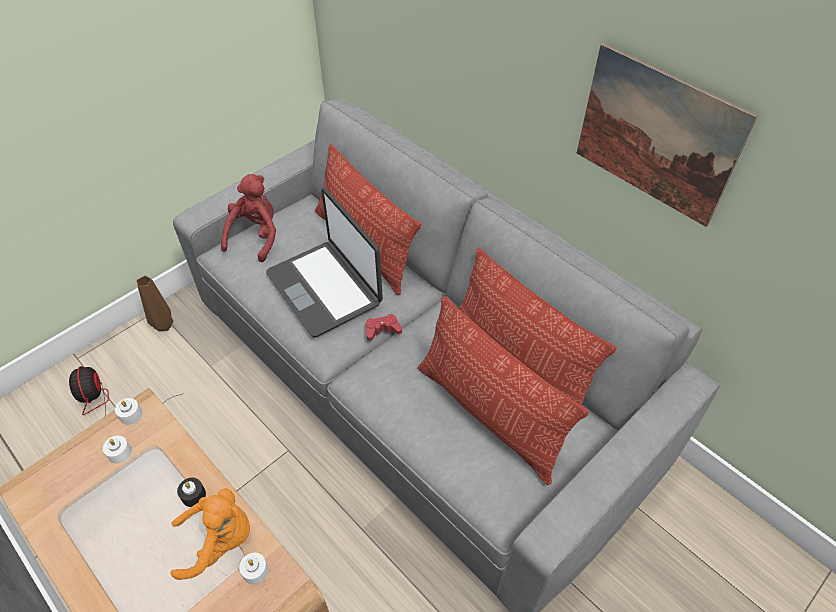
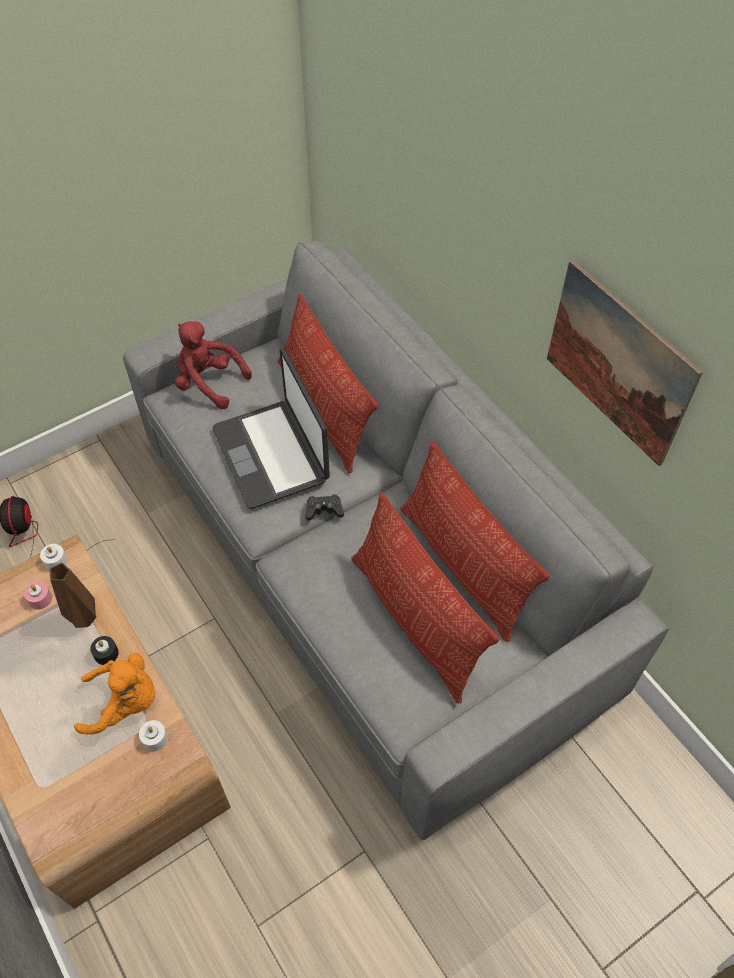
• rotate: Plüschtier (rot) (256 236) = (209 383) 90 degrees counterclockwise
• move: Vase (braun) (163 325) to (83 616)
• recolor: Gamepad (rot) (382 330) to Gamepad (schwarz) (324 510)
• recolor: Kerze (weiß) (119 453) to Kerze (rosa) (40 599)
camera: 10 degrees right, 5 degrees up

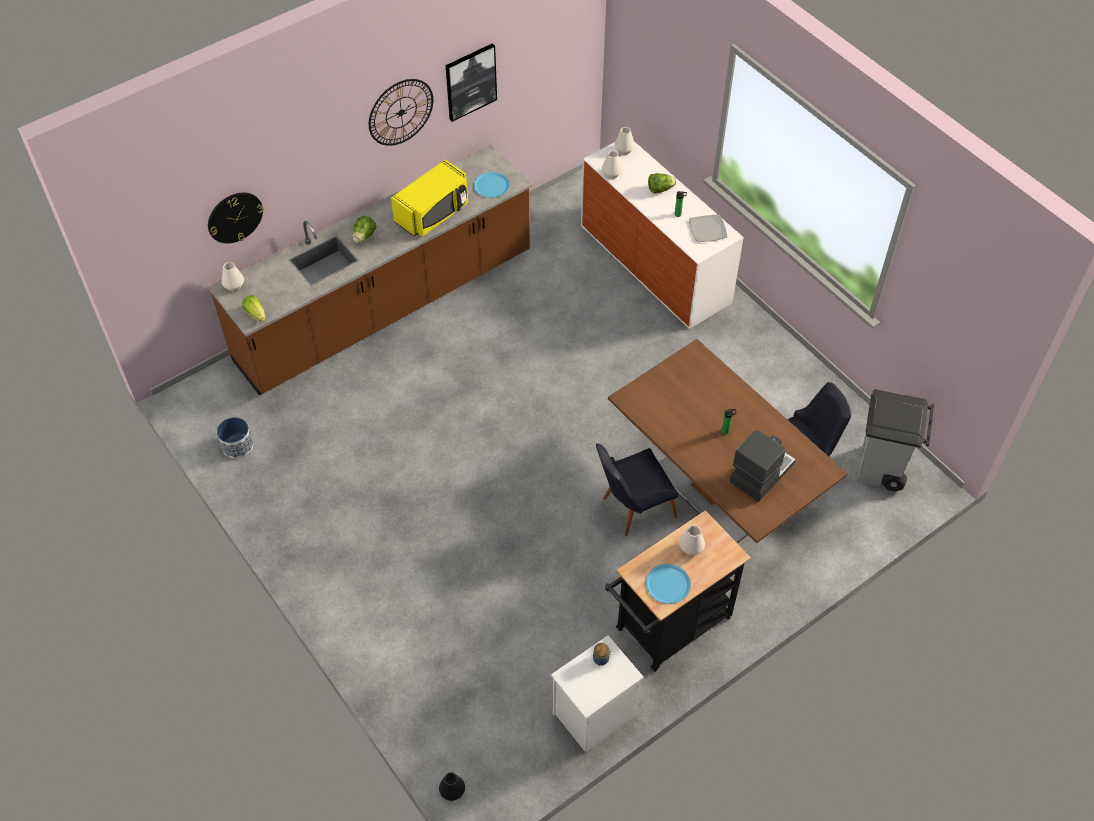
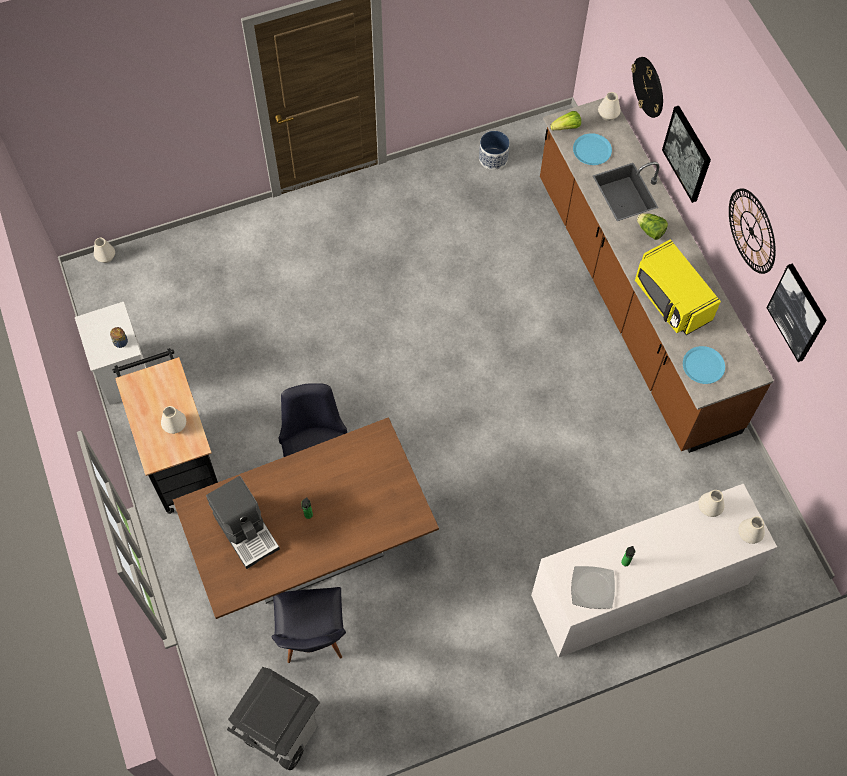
• delete: Salatkopf (660 189)
• move: Teller (blau) (668 584) to (592 150)
• recolor: Vase (schwarz) (452 791) to Vase (weiß) (106 257)
• insert: Bild (687 153)
camera: 105 degrees right, 10 degrees up

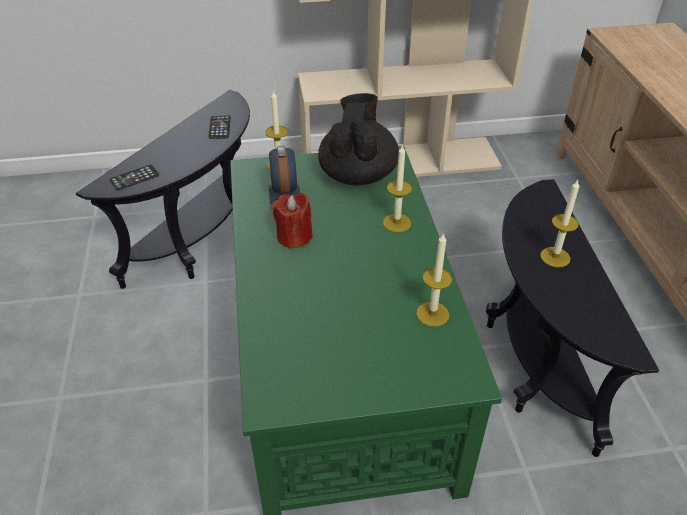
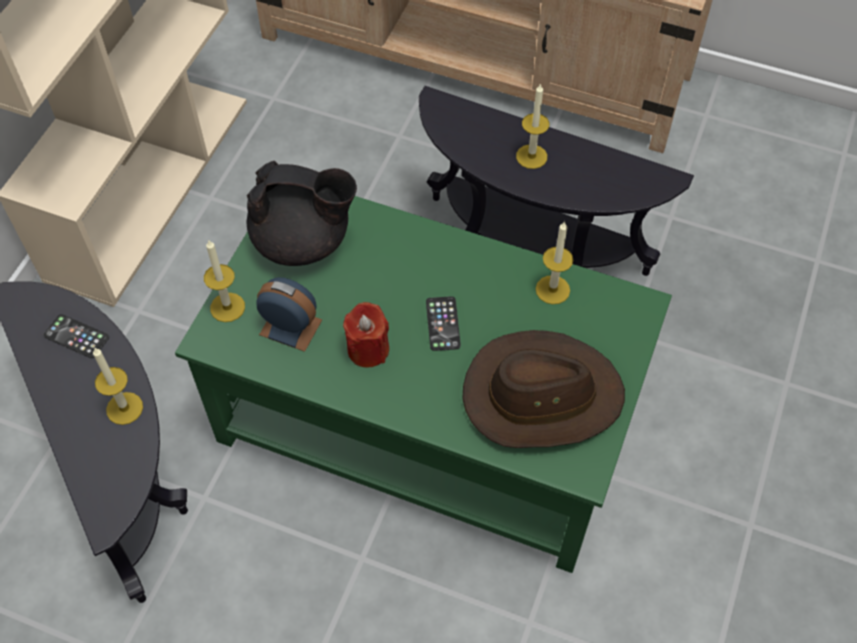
• rotate: Teekanne (schwarz) (358 174) = (303 241) 150 degrees clockwise
• move: Kerze (397 223) to (124 408)
• move: Handy (134 178) to (443 324)
• insert: Hut (braun) (541 395)
camera: 60 degrees left, 15 degrees up

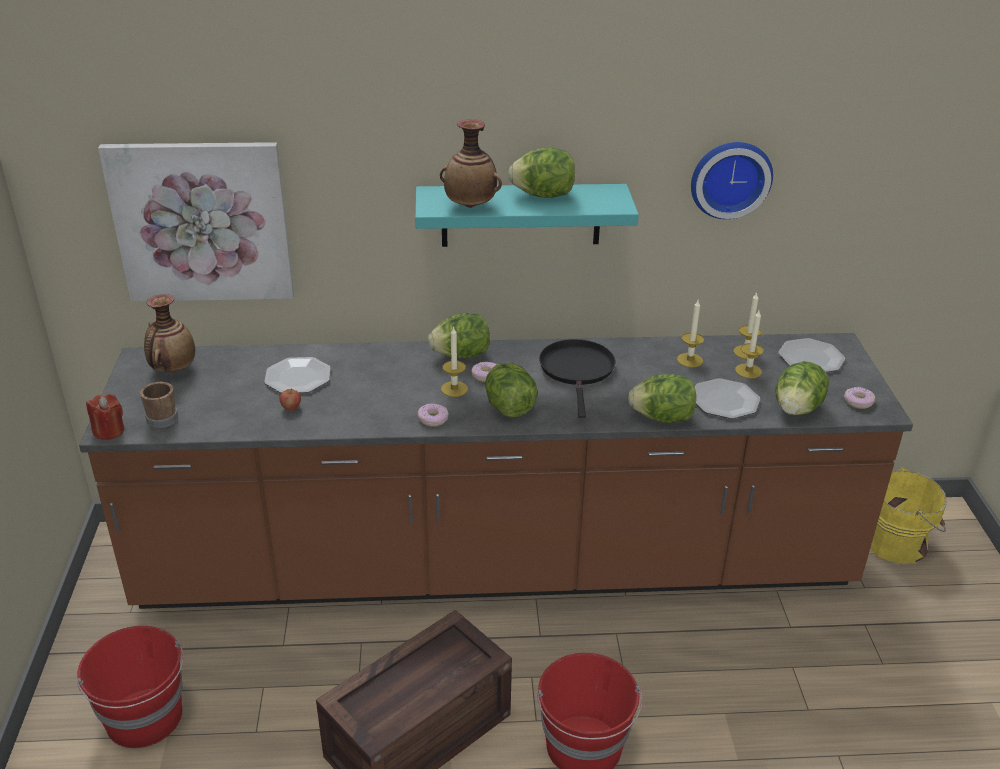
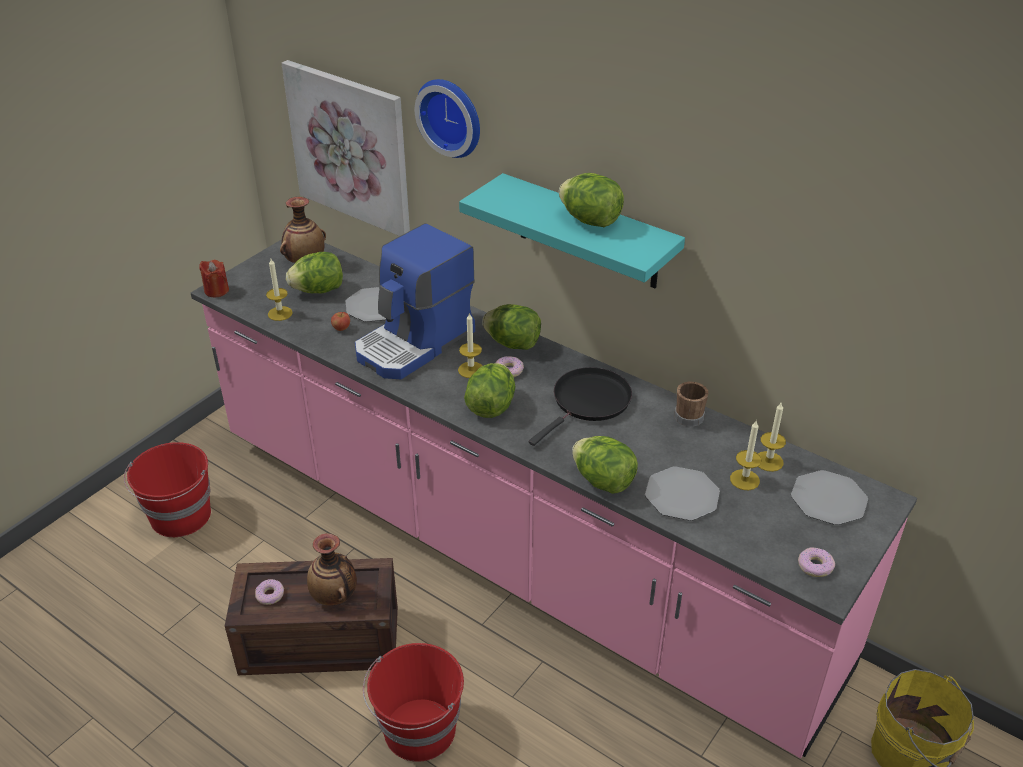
• move: Vase (471 206) to (335 596)
• move: Wanduhr (730 178) to (452 116)
• move: Kerze (689 360) to (280 313)
• recolor: Küchenzeile (braun) (497 565) to Küchenzeile (rosa) (511 548)
• move: Salatkopf (797 409) to (318 290)
• move: Henkelbecher (braun) (160 417) to (688 415)
• move: Donut (433 419) to (270 595)
• insert: Kaffeemaschine (415 343)
camera: 40 degrees right, 5 degrees up

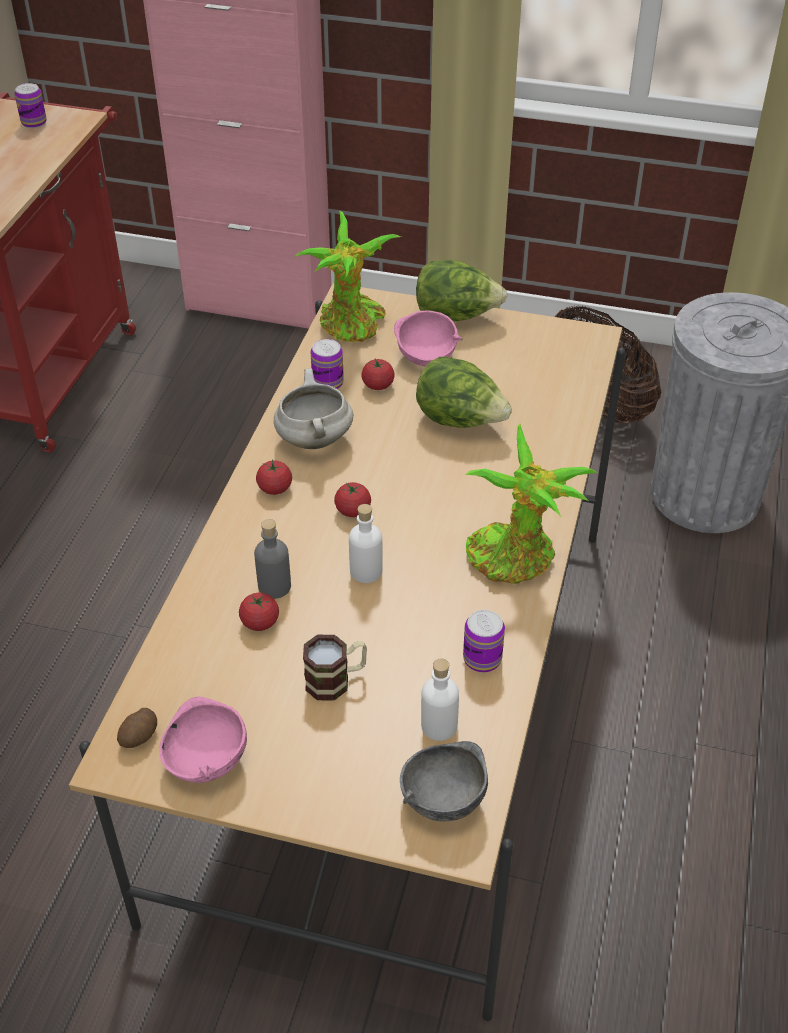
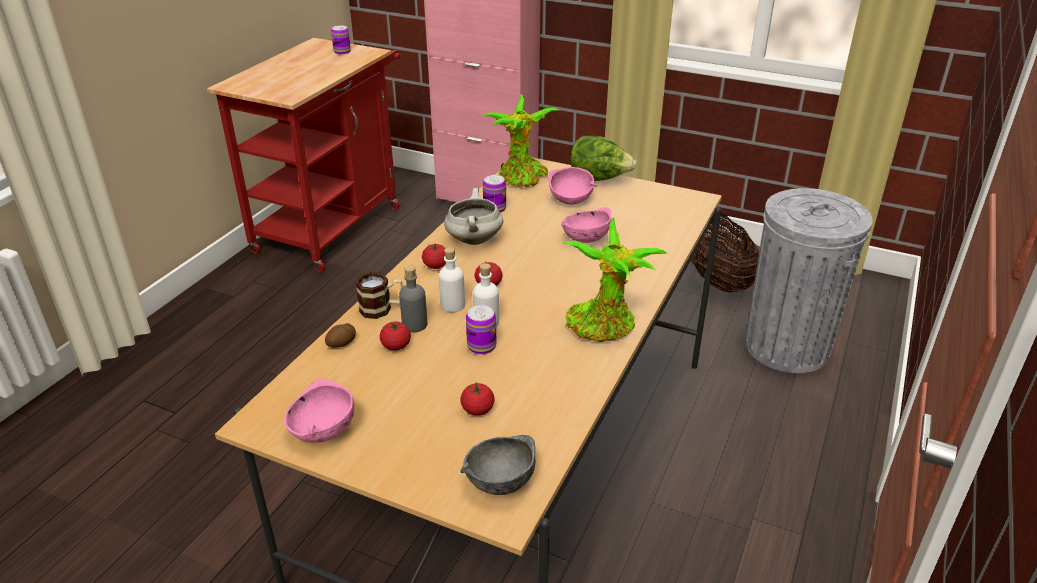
• replace: Salatkopf (460 421) to Schüssel (rosa) (585 239)
• move: Tomate (378 385) to (477 409)
• move: Dose (482 659) to (481 346)
• move: Henkelbecher (336 680) to (382 308)
• move: Flasche (weiß) (439 726) to (452 305)
• move: Kartoffel (140 737) to (342 343)
camera: 10 degrees right, 10 degrees down

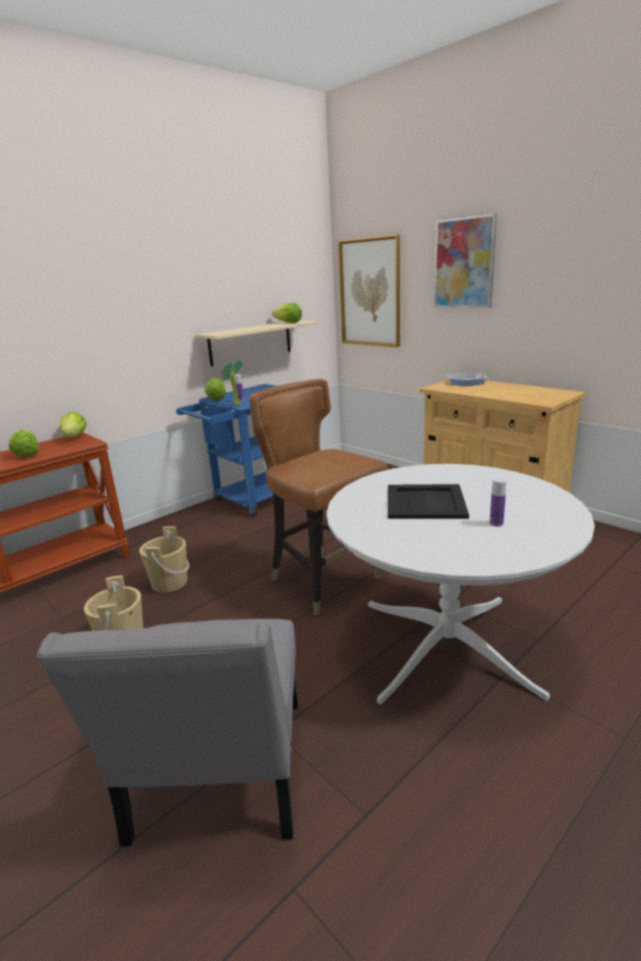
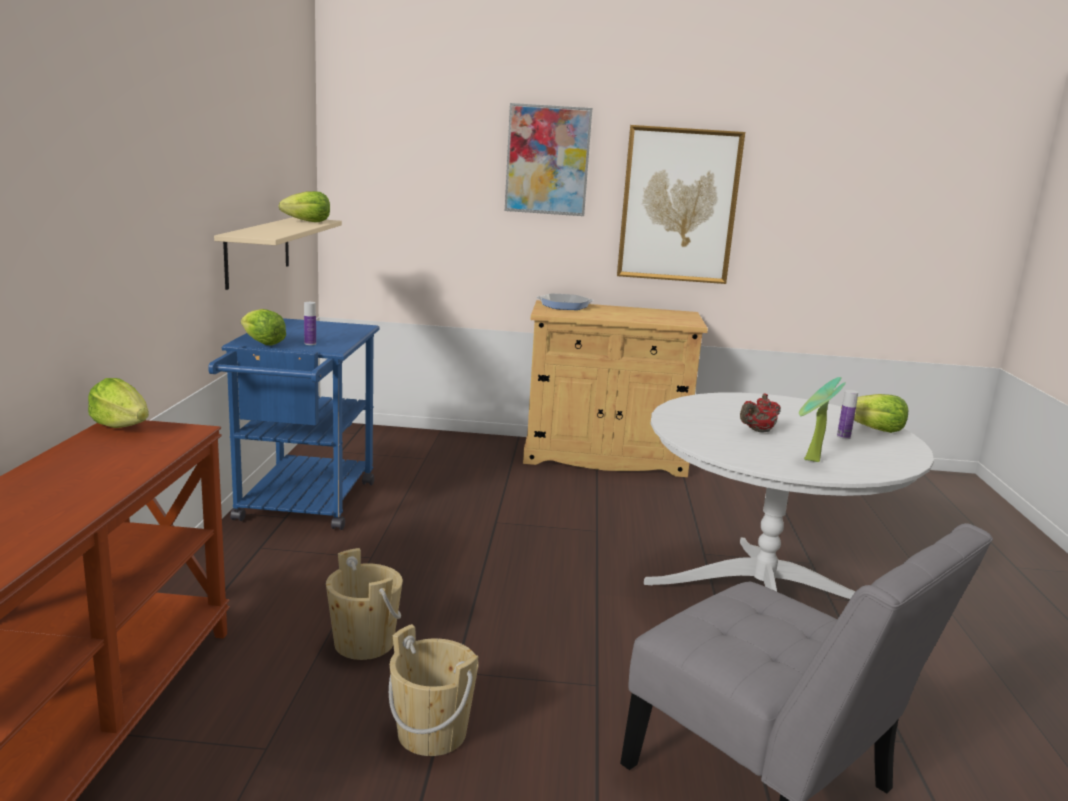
• move: Bild (370 293) to (678 205)
• move: Topfpflanze (235 404) to (810 461)
• delete: Stuhl (braun) (324 581)
• move: Salatkopf (27 455) to (875 430)
• replace: Tablett (schwarz) (424 502) to Teekanne (rot) (758 431)
camera: 45 degrees left, 5 degrees down

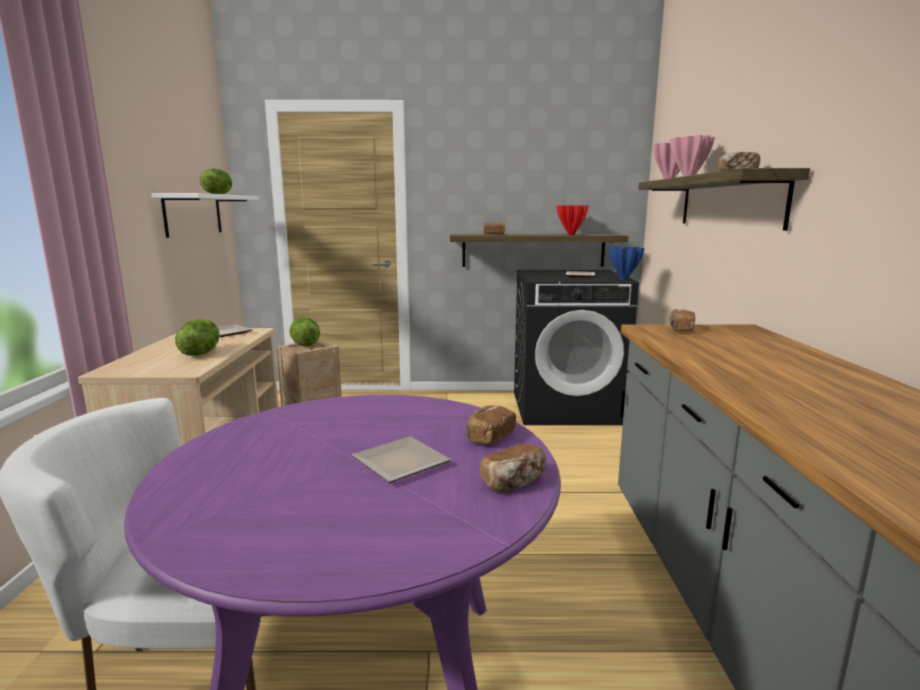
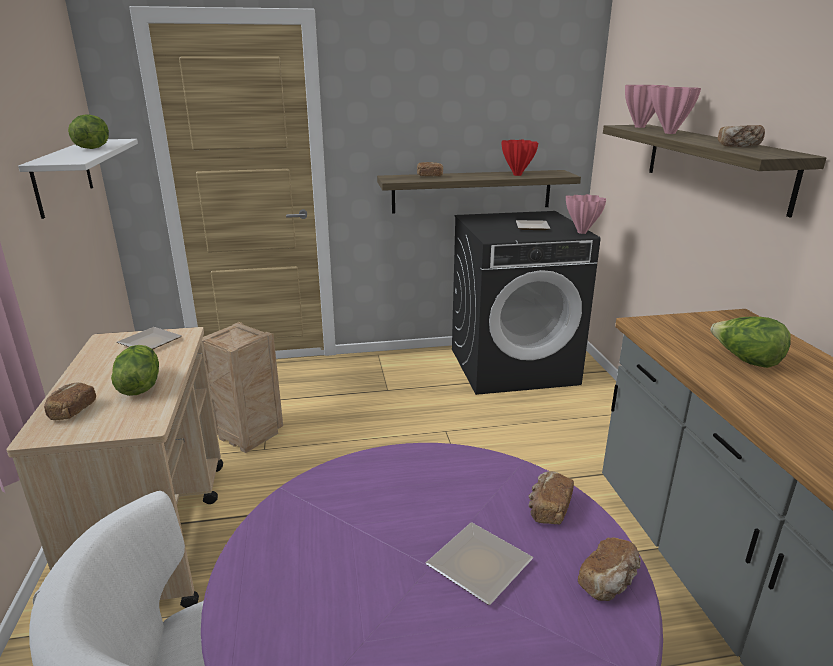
• recolor: Vase (blau) (624 279) to Vase (rosa) (582 232)
• move: Brot (680 329) to (71 411)
• move: Salatkopf (304 344) to (745 361)
camera: 10 degrees left, 10 degrees up

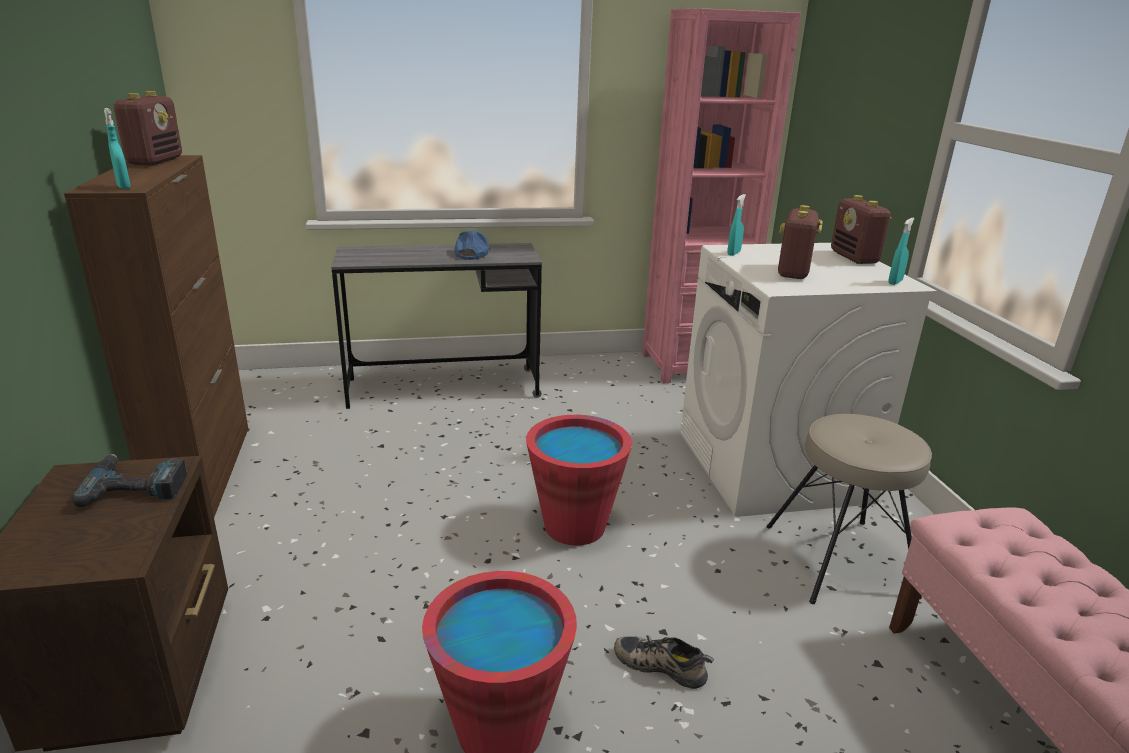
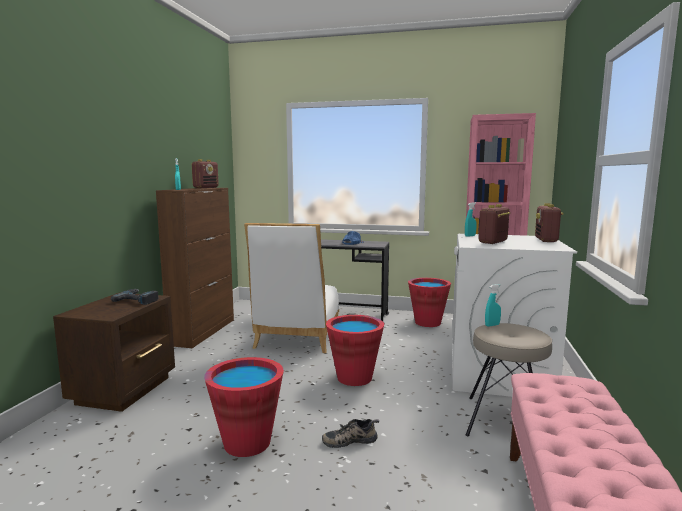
• move: Sprühflasche (türkis) (895 282) to (492 325)
• rotate: Schuh (661 664) = (350 440) 60 degrees counterclockwise
• insert: Stuhl (weiß) (297 338)
• insert: Eimer (rot) (427 323)
camera: 25 degrees right, 15 degrees down

